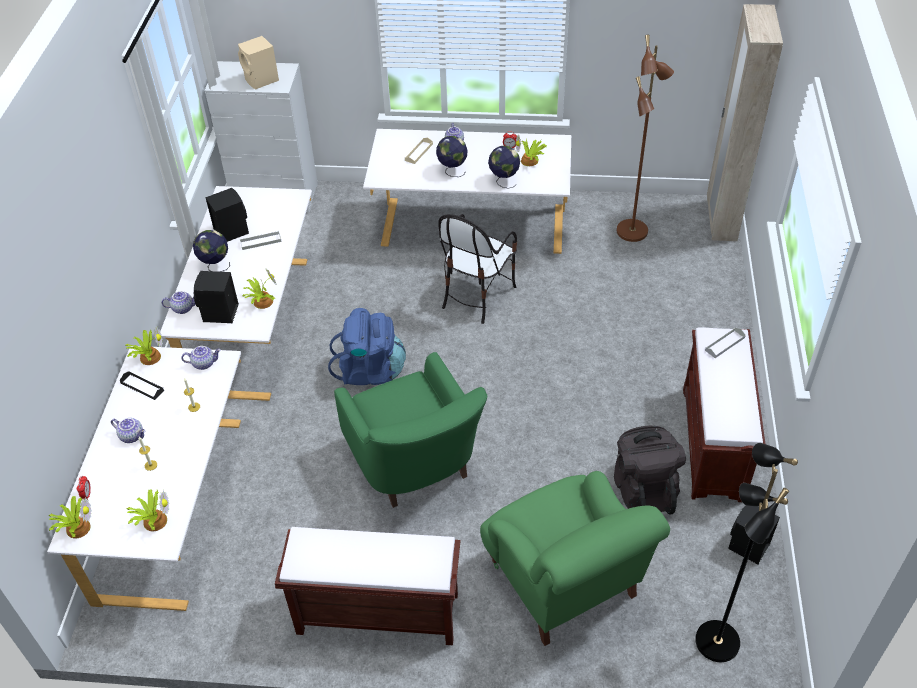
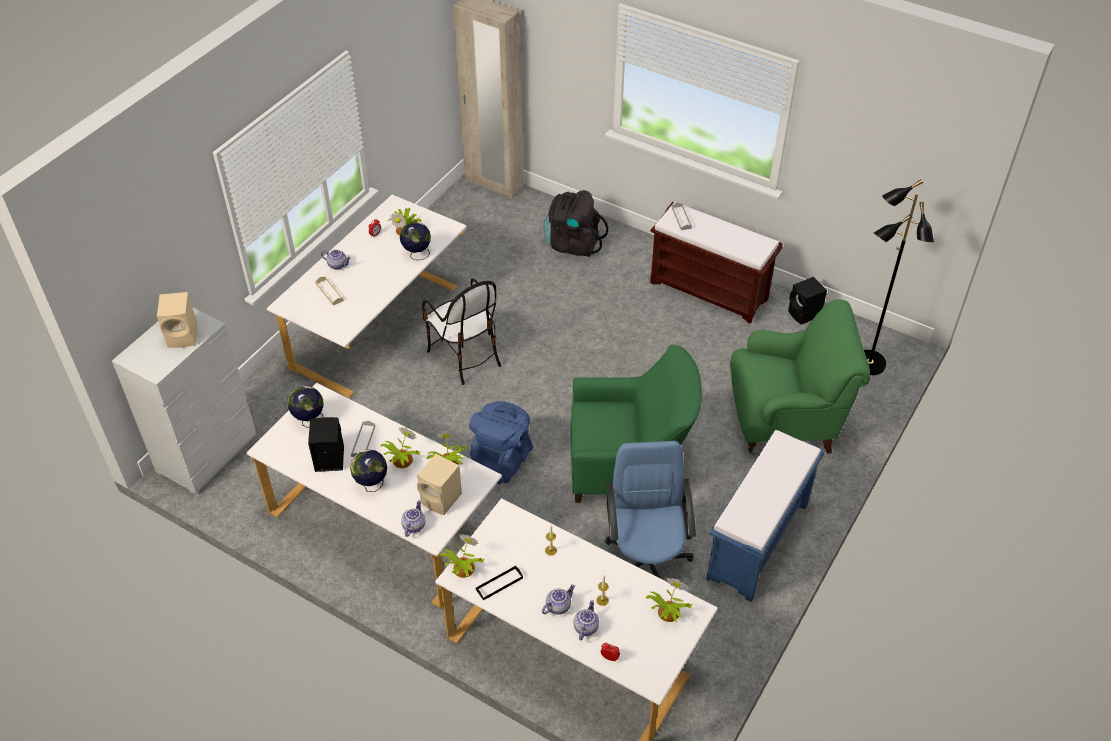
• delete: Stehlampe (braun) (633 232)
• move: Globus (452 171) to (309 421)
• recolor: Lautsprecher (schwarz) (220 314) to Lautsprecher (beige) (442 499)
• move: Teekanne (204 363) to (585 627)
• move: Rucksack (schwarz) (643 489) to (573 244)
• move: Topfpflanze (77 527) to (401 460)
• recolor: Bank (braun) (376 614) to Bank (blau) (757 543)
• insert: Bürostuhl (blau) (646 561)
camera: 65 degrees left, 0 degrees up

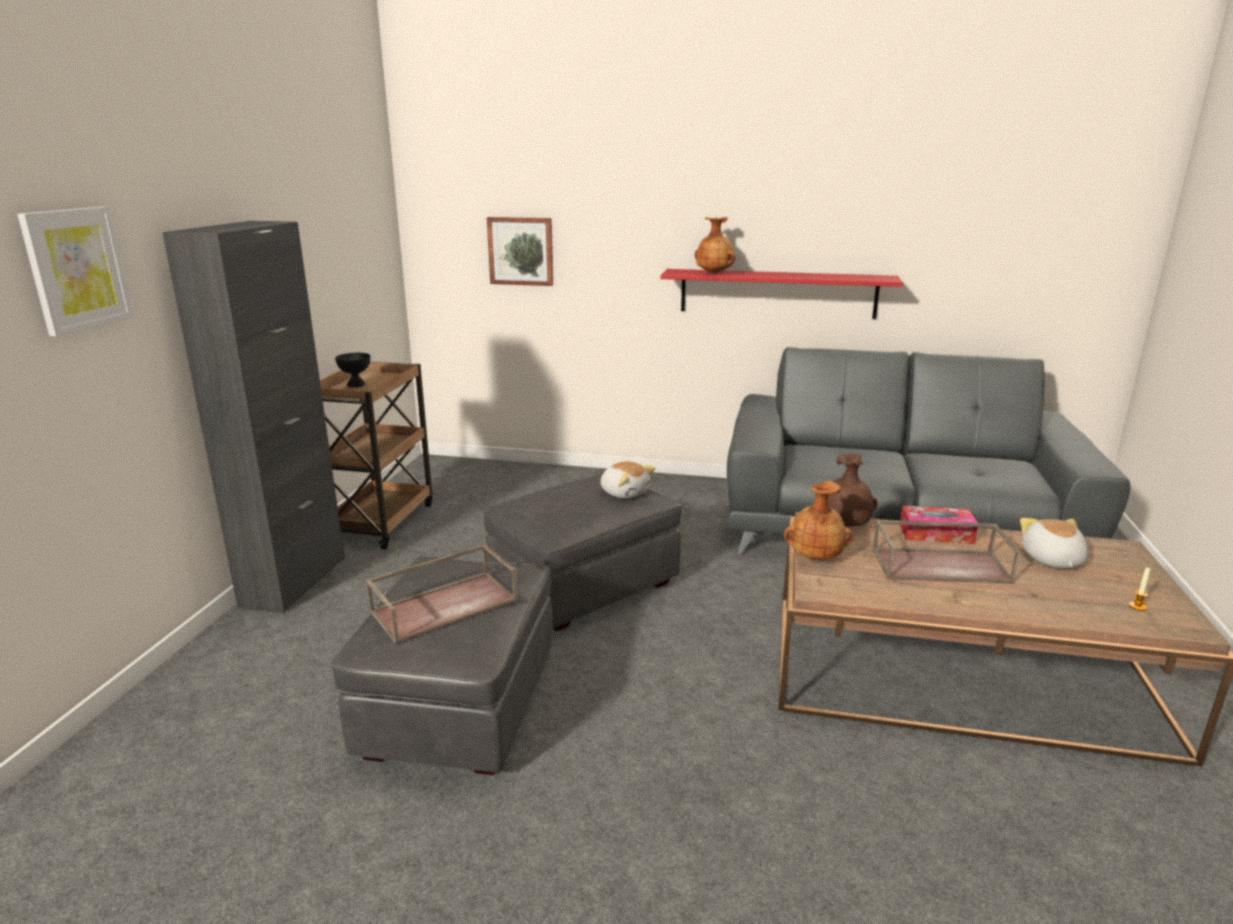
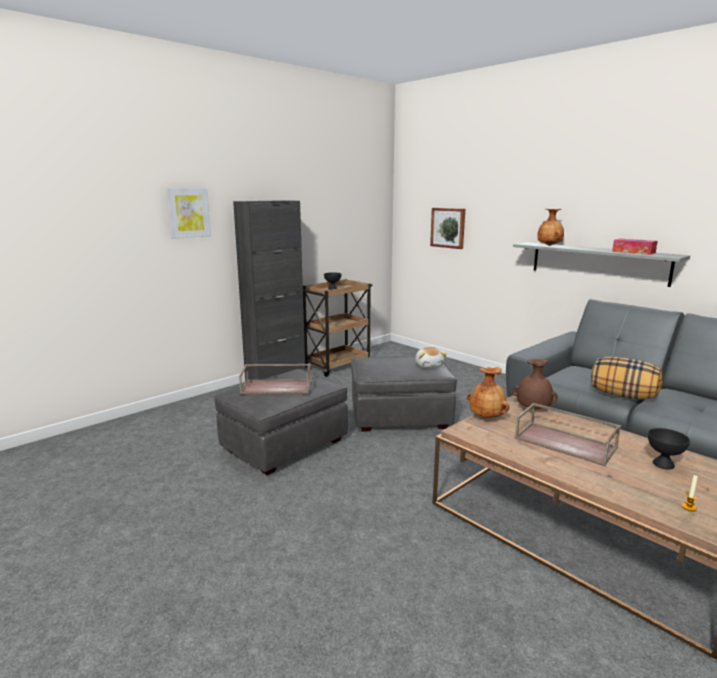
• recolor: Wandregal (rot) (777 293) to Wandregal (grau) (598 263)
• move: Taschentuchbox (936 534) to (633 252)
• replace: Plüschtier (1051 560) to Schüssel (schwarz) (662 464)
• insert: Kissen (623 395)
camera: 35 degrees right, 5 degrees down

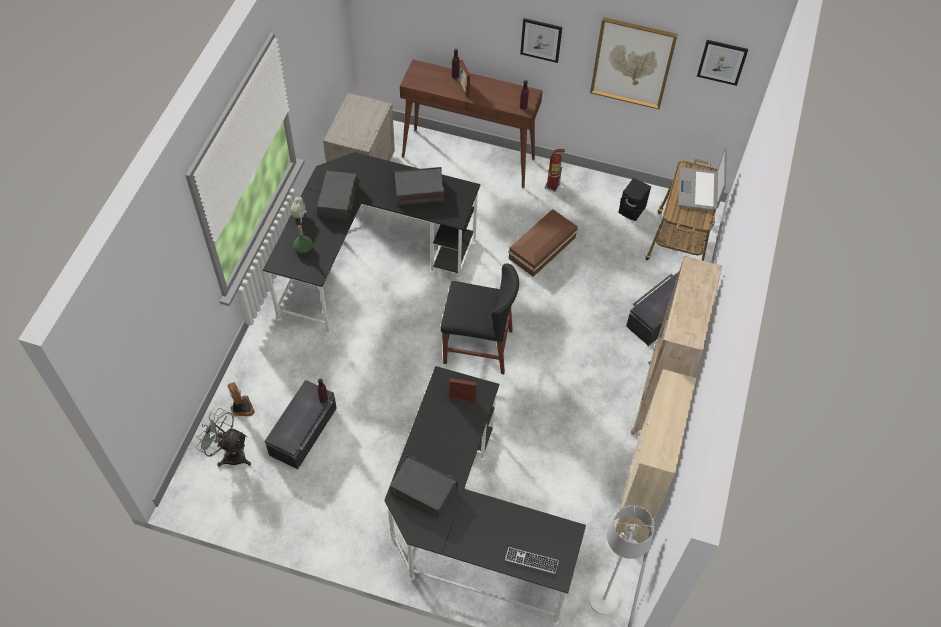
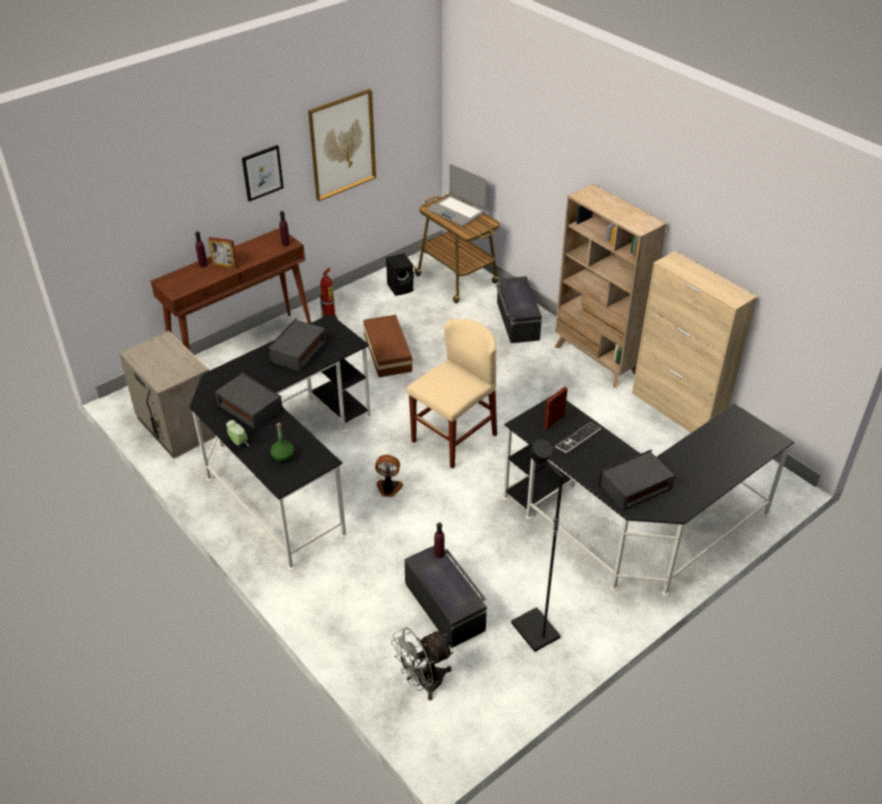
• delete: Bild (722 62)
• recolor: Stuhl (schwarz) (477 346) to Stuhl (beige) (454 438)
• move: Ventilator (241 408) to (388 489)
• delete: Stehlampe (weiß) (603 600)
• move: Tastatur (531 561) to (578 438)
• insert: Stehlampe (schwarz) (534 631)
camera: 55 degrees left, 15 degrees down

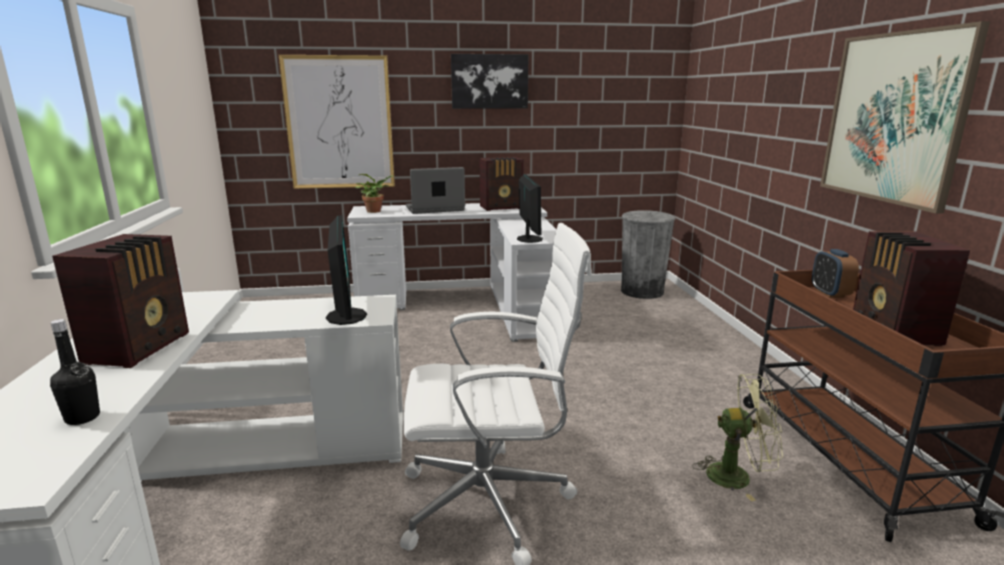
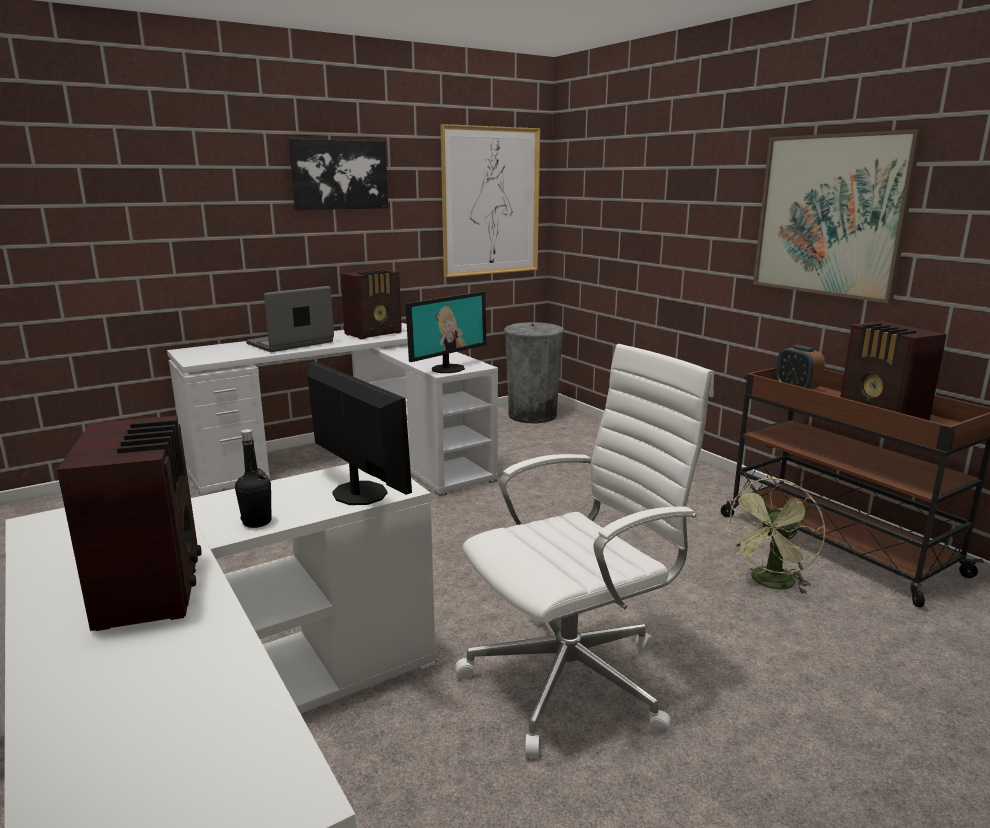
• move: Bild (339 123) to (491 202)
• delete: Topfpflanze (375 211)
• rotate: Monitor (529 239) = (447 368) 75 degrees clockwise
• move: Flasche (schwarz) (82 418) to (257 522)
• rotate: Ventilator (grün) (737 476) = (770 584) 150 degrees clockwise
camera: 25 degrees left, 0 degrees up

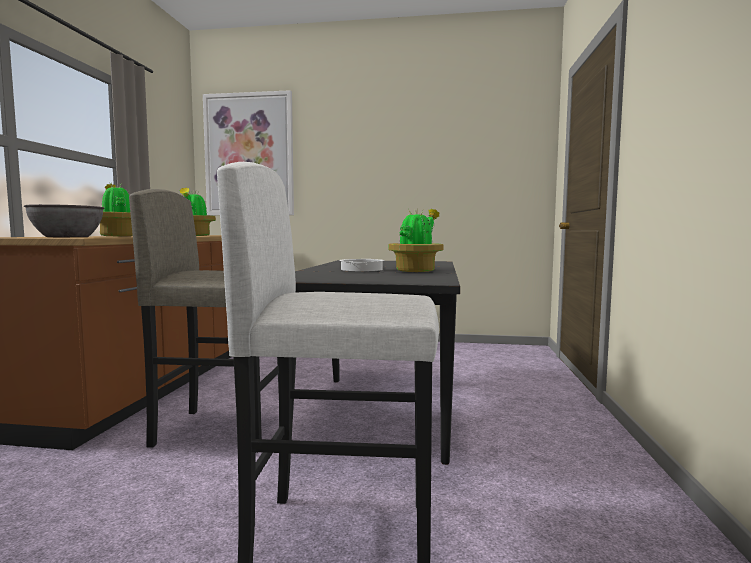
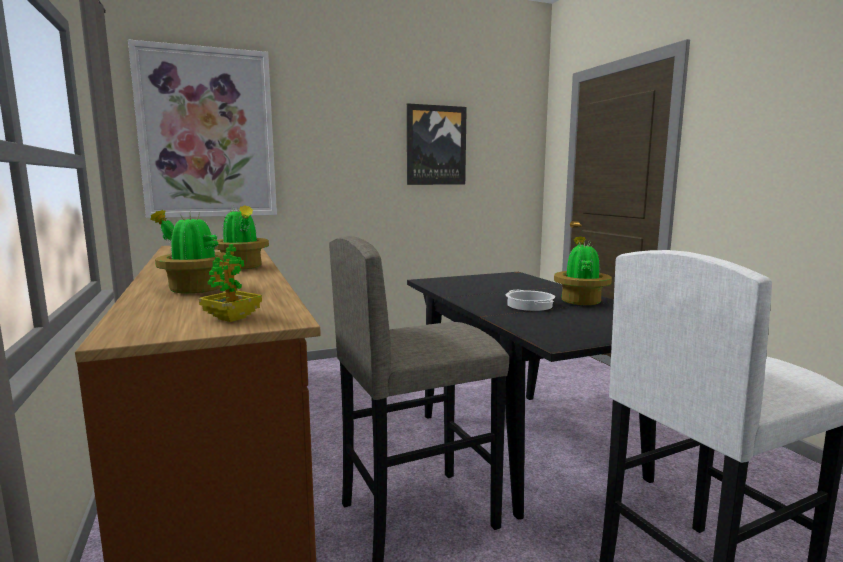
• replace: Schüssel (grau) (67 237) to Topfpflanze (232 318)
• insert: Bild (436 145)
camera: 30 degrees left, 5 degrees up

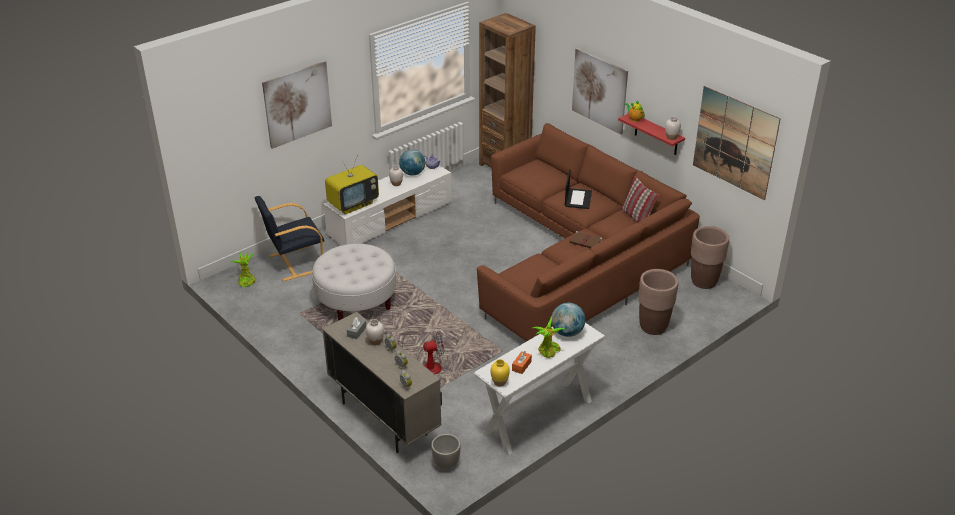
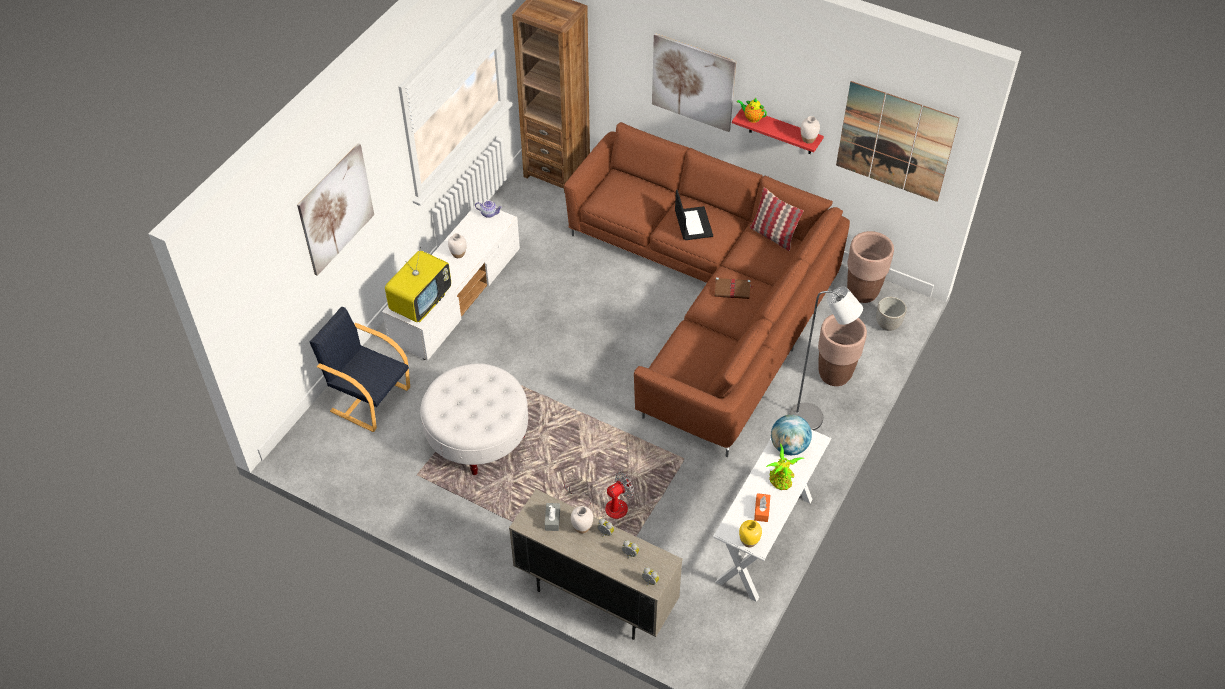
• delete: Globus (412 173)
• rotate: Sessel (schwarz) (294 263) = (369 399) 75 degrees clockwise
• delete: Topfpflanze (246 280)
• move: Pflanzkübel (446 464) to (888 325)
• insert: Stehlampe (grau) (812 420)
camera: 20 degrees left, 15 degrees up

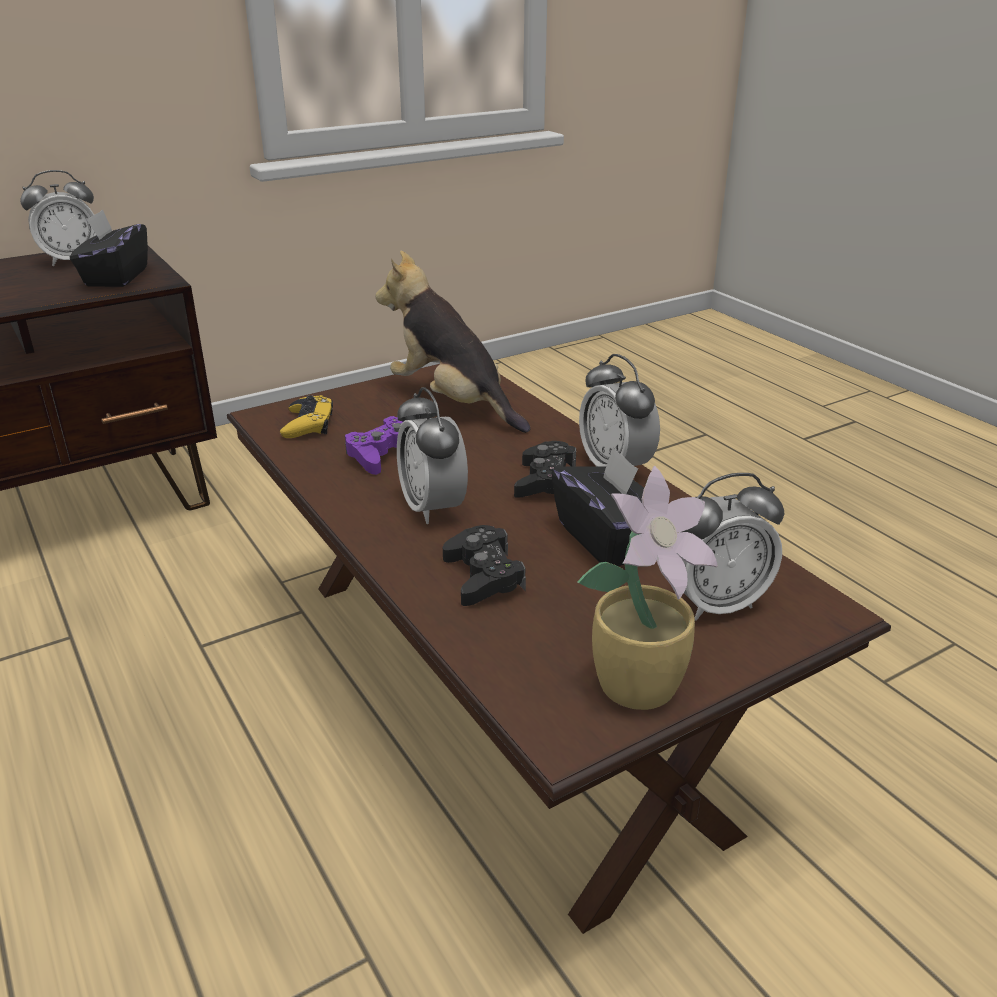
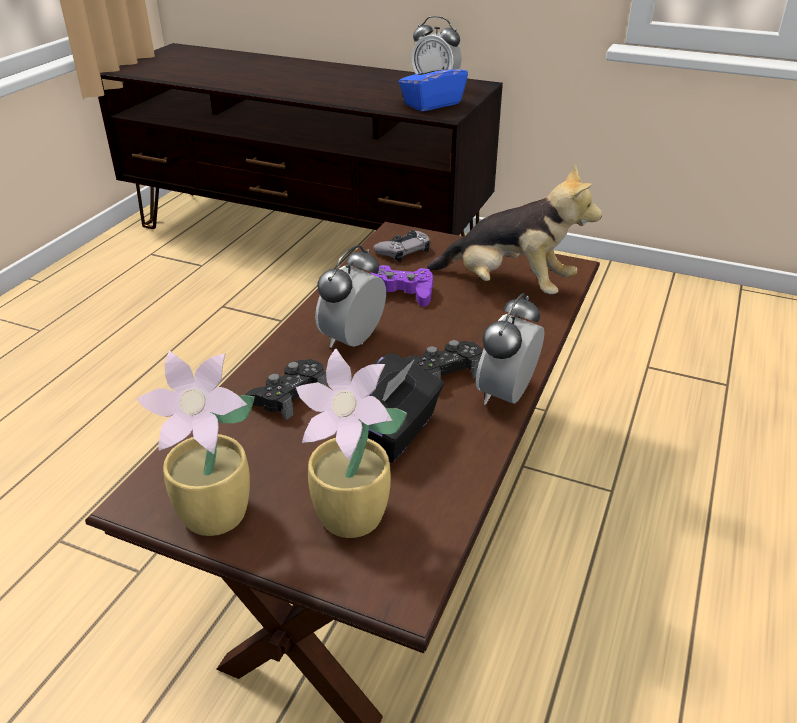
• recolor: Taschentuchbox (schwarz) (116 277) to Taschentuchbox (blau) (432 104)
• rotate: Plüschtier (452 403) = (508 286) 105 degrees clockwise
• recolor: Gamepad (gelb) (308 424) to Gamepad (grau) (403 251)
• replace: Wecker (714 603) to Topfpflanze (353 519)
camera: 55 degrees right, 5 degrees up

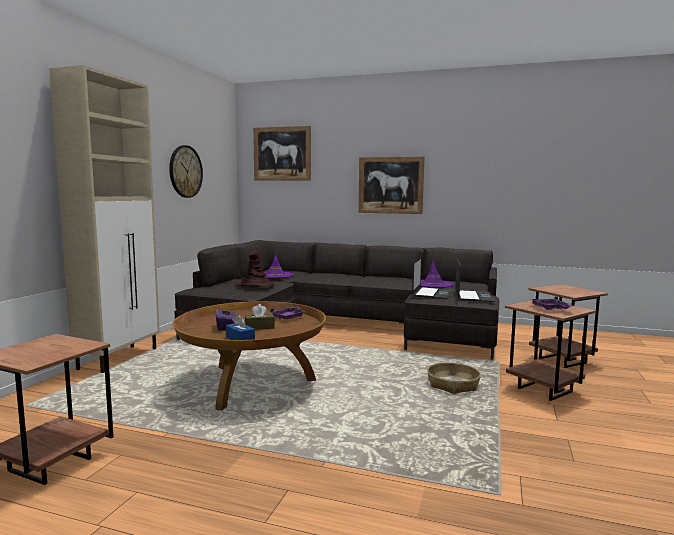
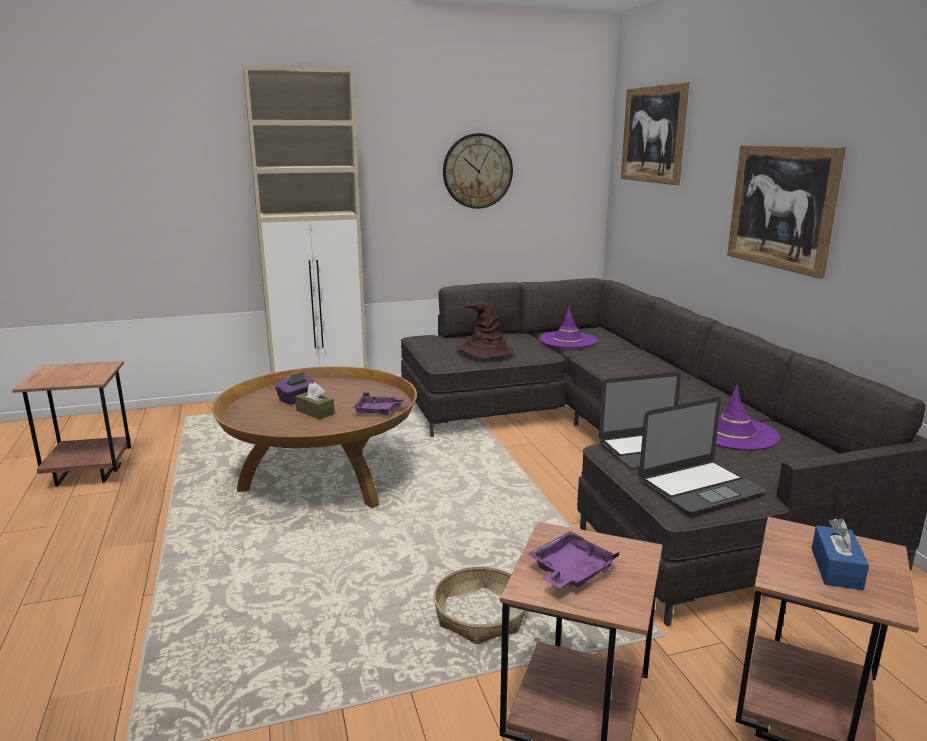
• move: Taschentuchbox (blau) (240 339) to (836 568)
camera: 55 degrees right, 10 degrees up

